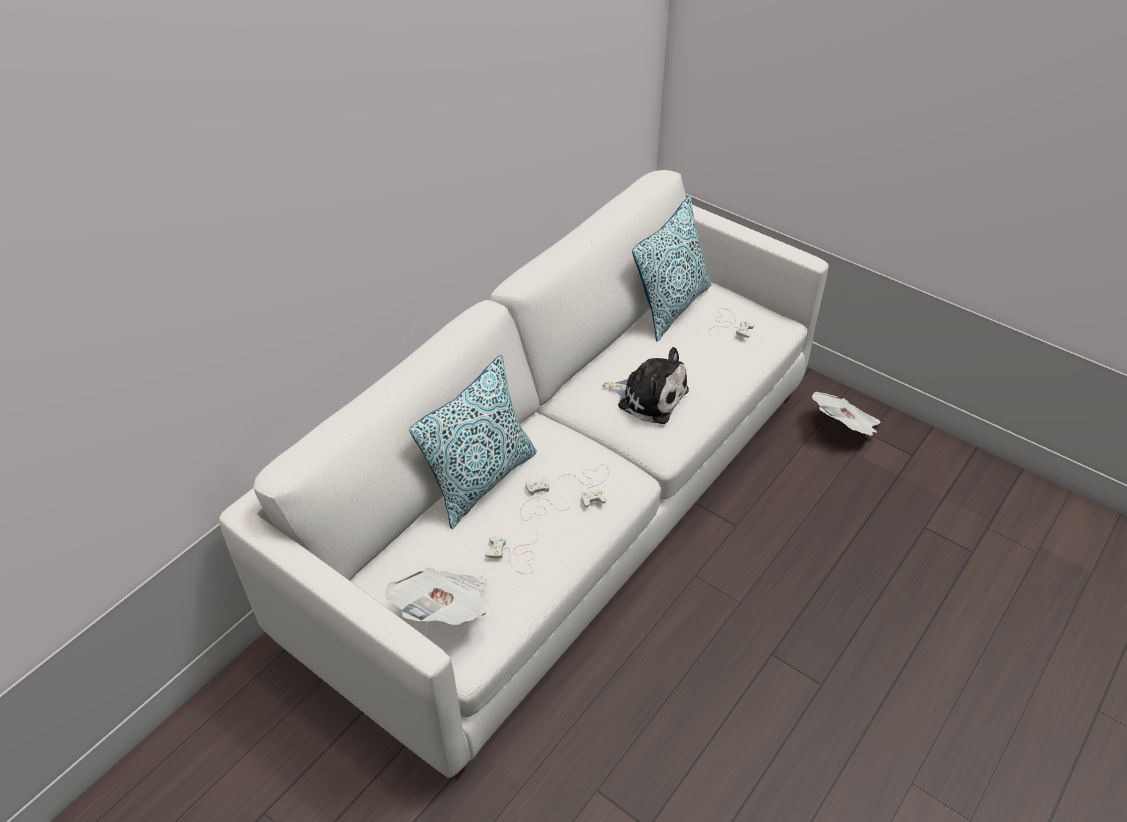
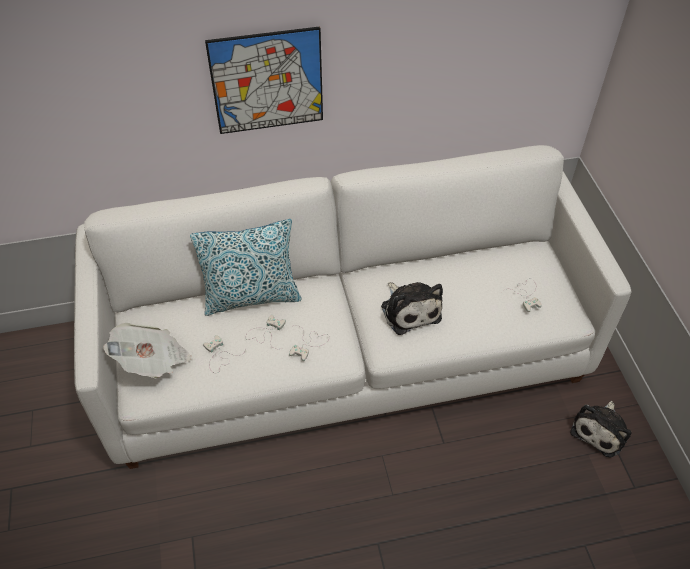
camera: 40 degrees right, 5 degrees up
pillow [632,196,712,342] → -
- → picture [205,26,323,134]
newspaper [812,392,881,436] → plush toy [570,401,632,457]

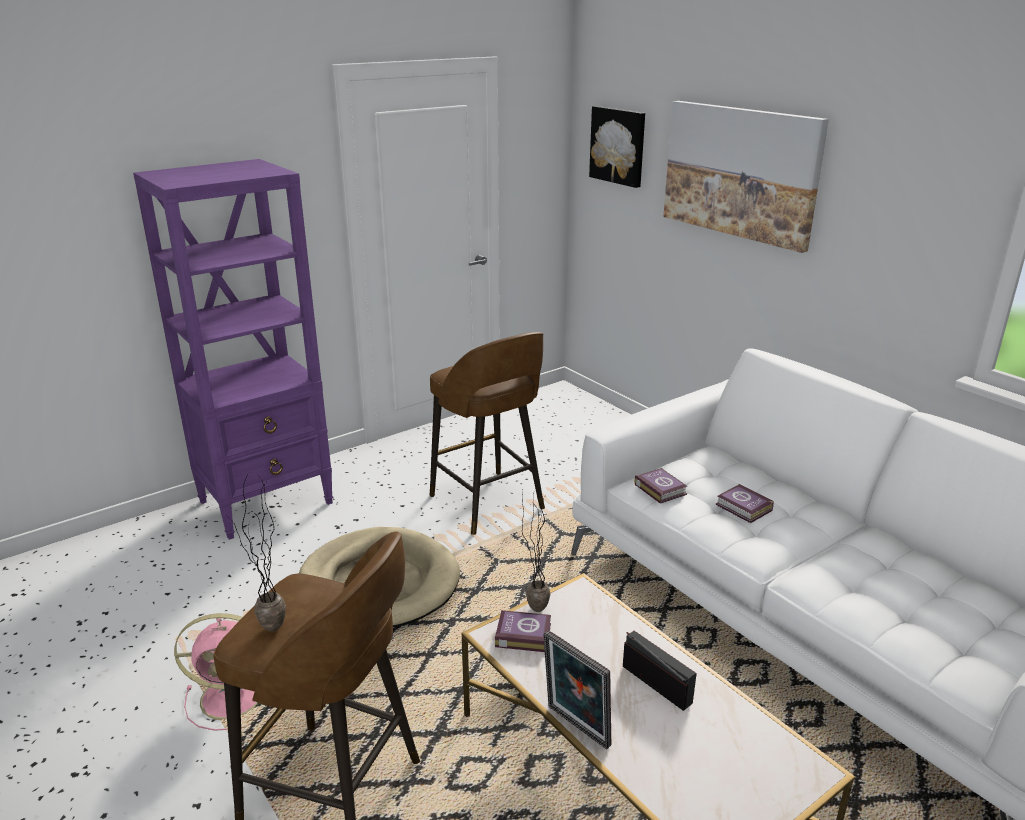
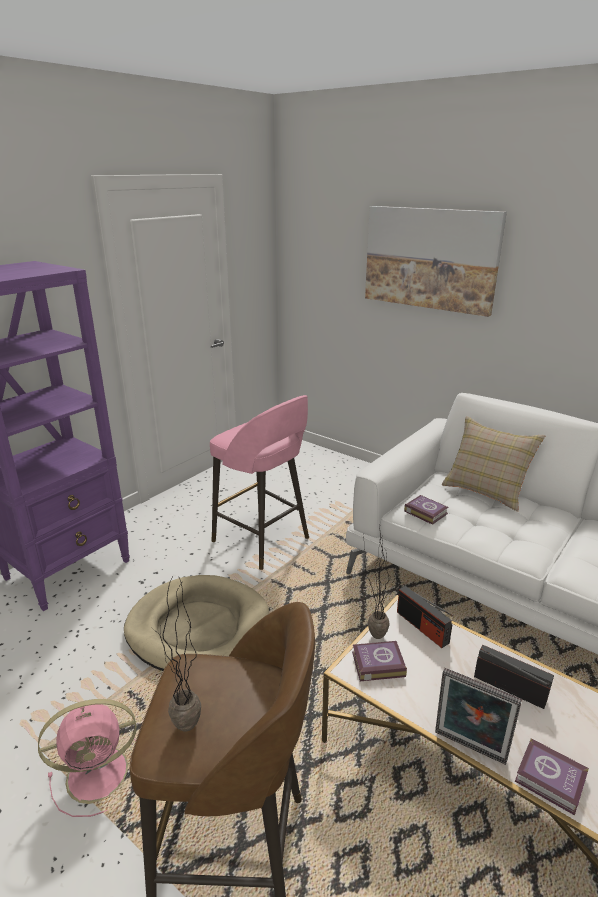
camera: 15 degrees left, 0 degrees up
picture [589,106,645,188] → -
- → radio [397,586,453,648]
- → beige pillow [442,416,545,511]
book [716,484,774,523] → book [515,738,589,815], shifted
brown stool [430,332,545,535] → pink stool [210,395,309,570]

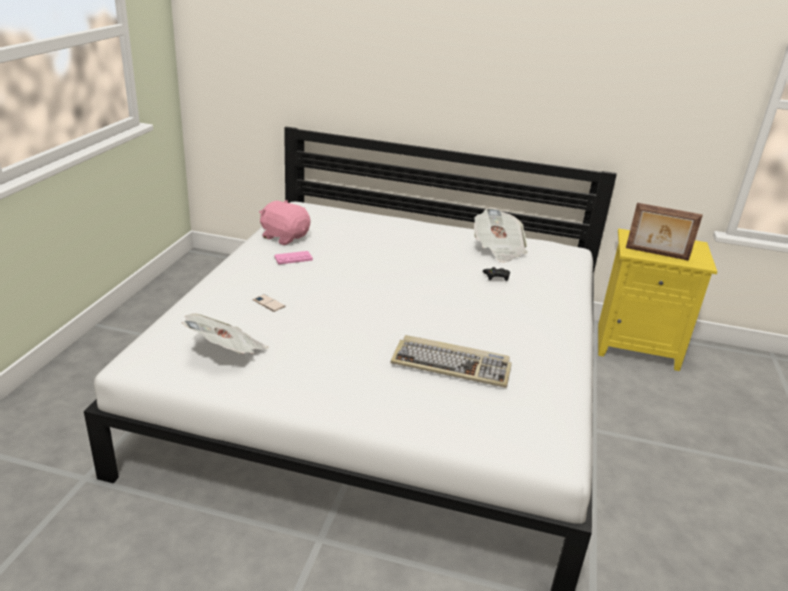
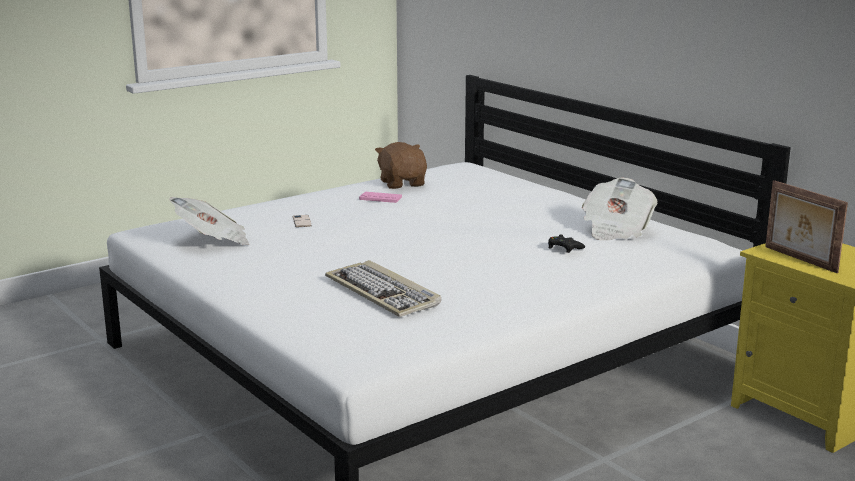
camera: 40 degrees right, 10 degrees down
pink plush toy [259,200,310,245] → brown plush toy [375,142,427,189]

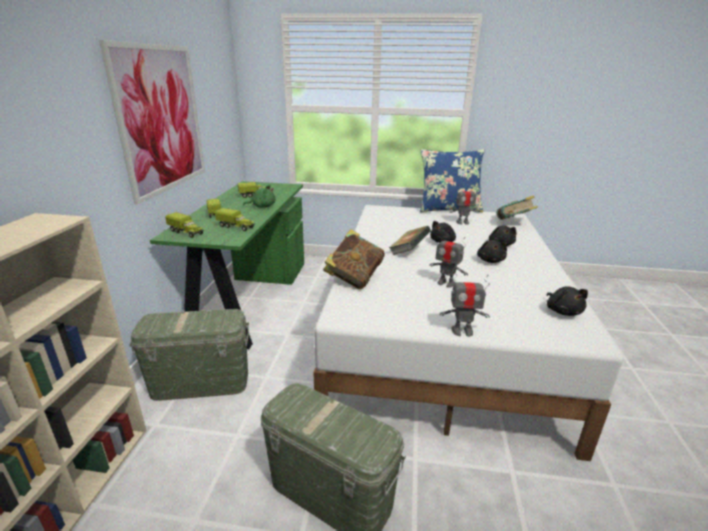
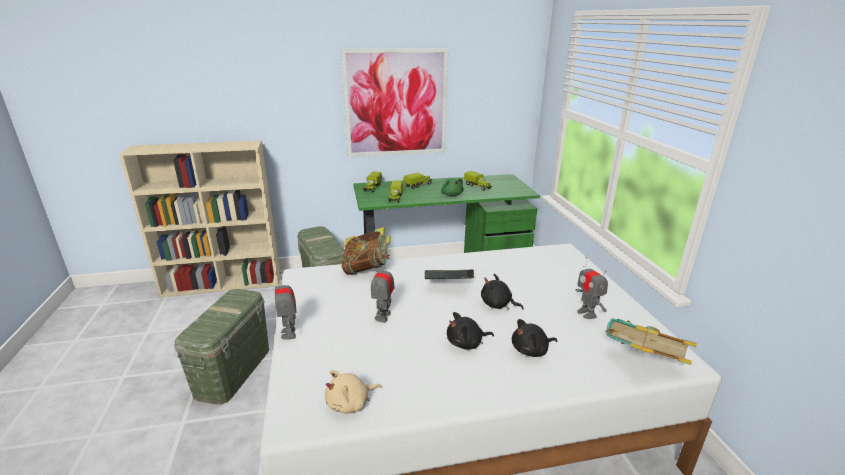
camera: 70 degrees right, 0 degrees up
blue pillow [420,149,485,212] → -
black plush toy [547,286,588,316] → beige plush toy [325,370,382,413]

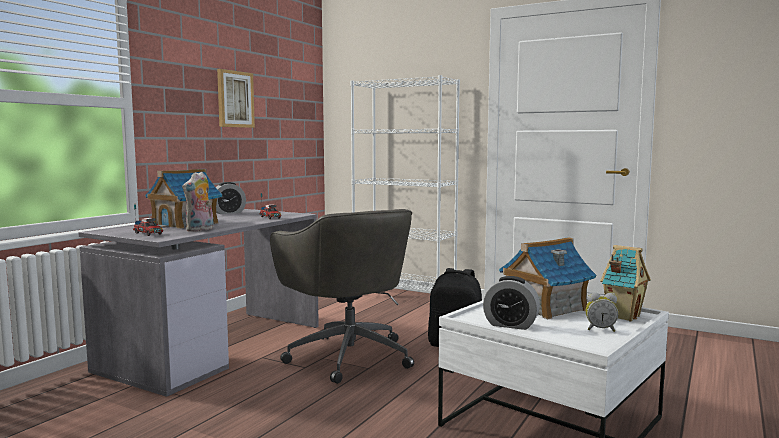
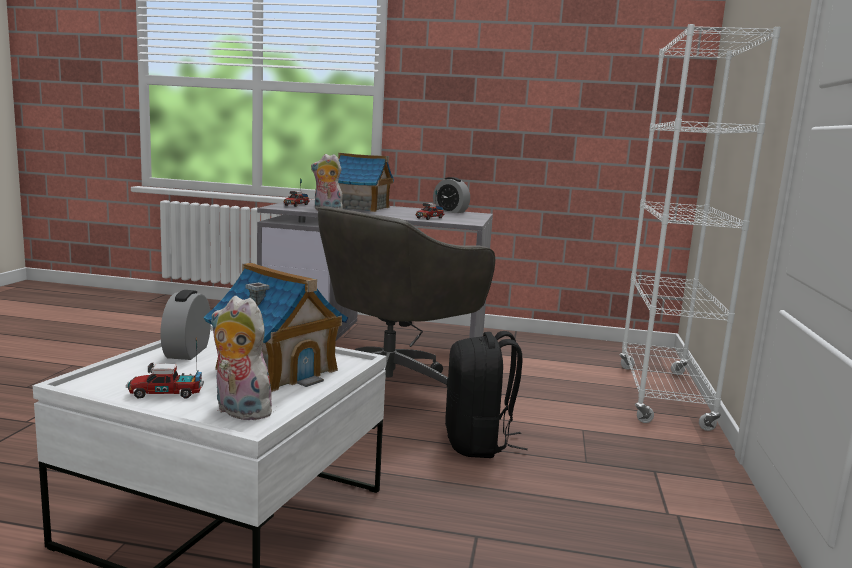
camera: 70 degrees right, 5 degrees up
picture [217,69,255,128] → -
alarm clock [586,292,618,332] → toy truck [126,338,204,399]
toy house [600,245,651,321] → plush toy [211,296,279,421]

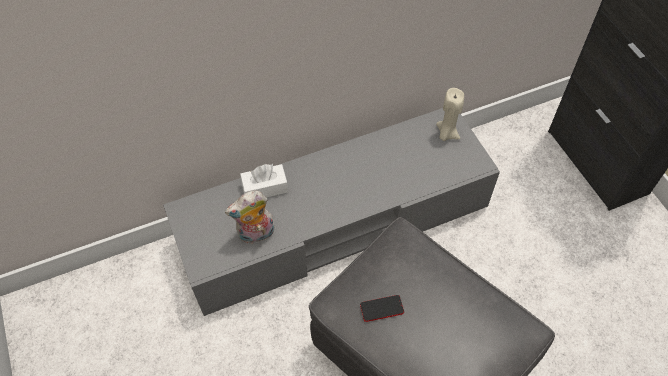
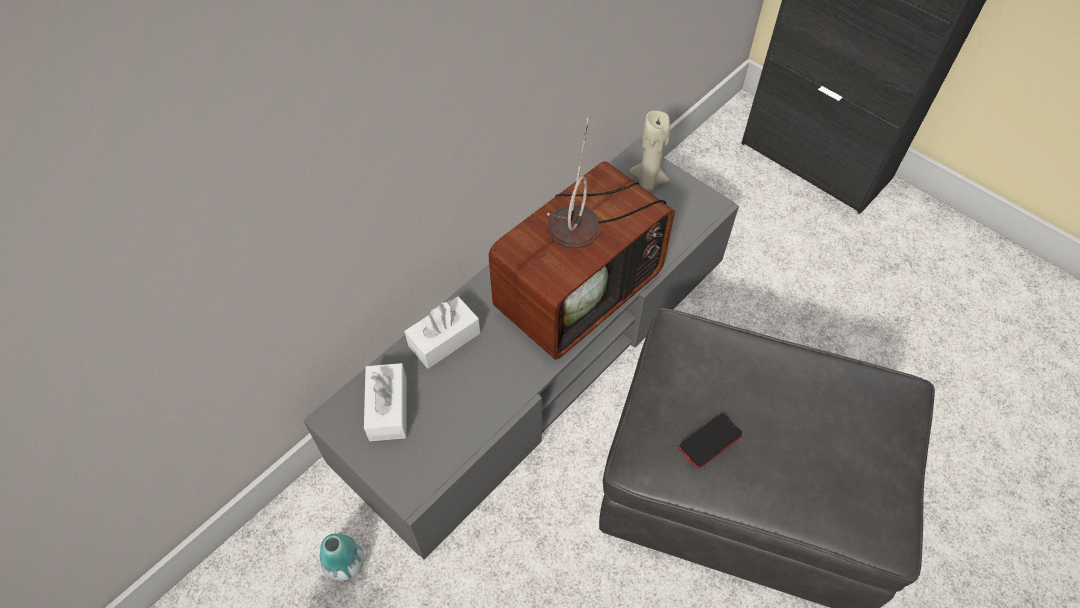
camera: 25 degrees left, 0 degrees up
plush toy [225,190,274,244] → -
- → vase [320,533,364,581]
- → white tissue box [364,363,407,441]
- → television [489,117,675,360]

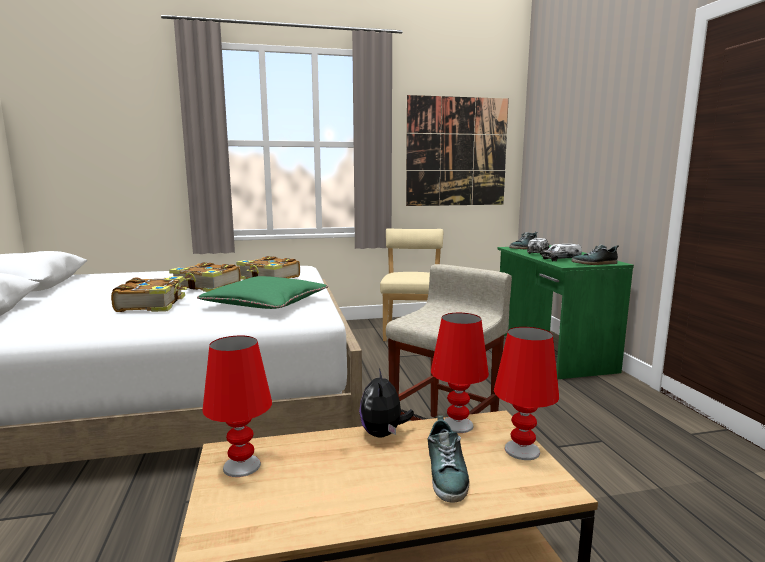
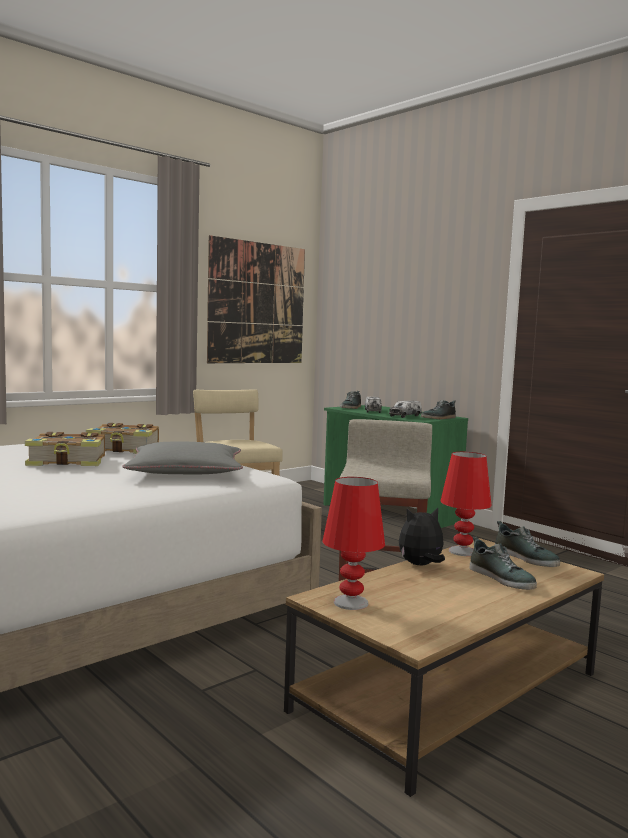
camera: 30 degrees left, 5 degrees down
book [111,276,187,312] → -
red table lamp [494,327,559,460] → shoe [495,521,560,567]
green pillow [197,276,328,309] → grey pillow [123,441,243,474]
plush toy [359,369,414,438] → plush toy [399,508,445,565], 105 degrees clockwise

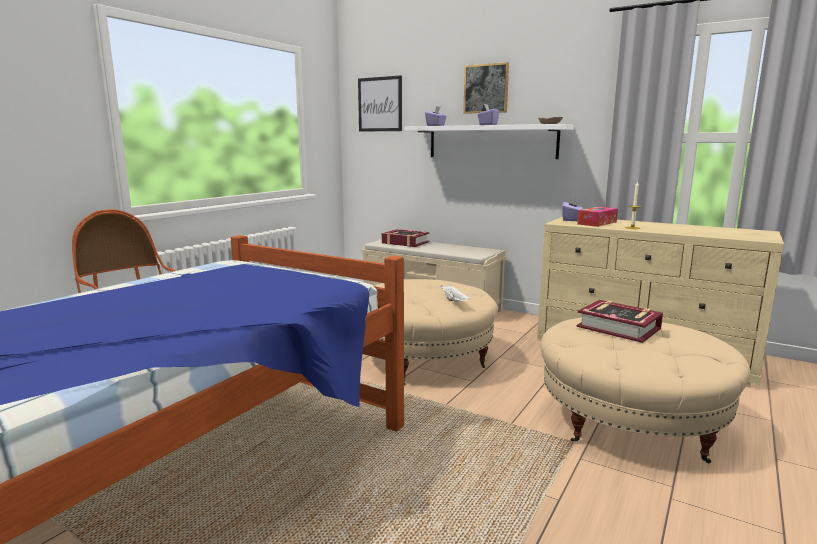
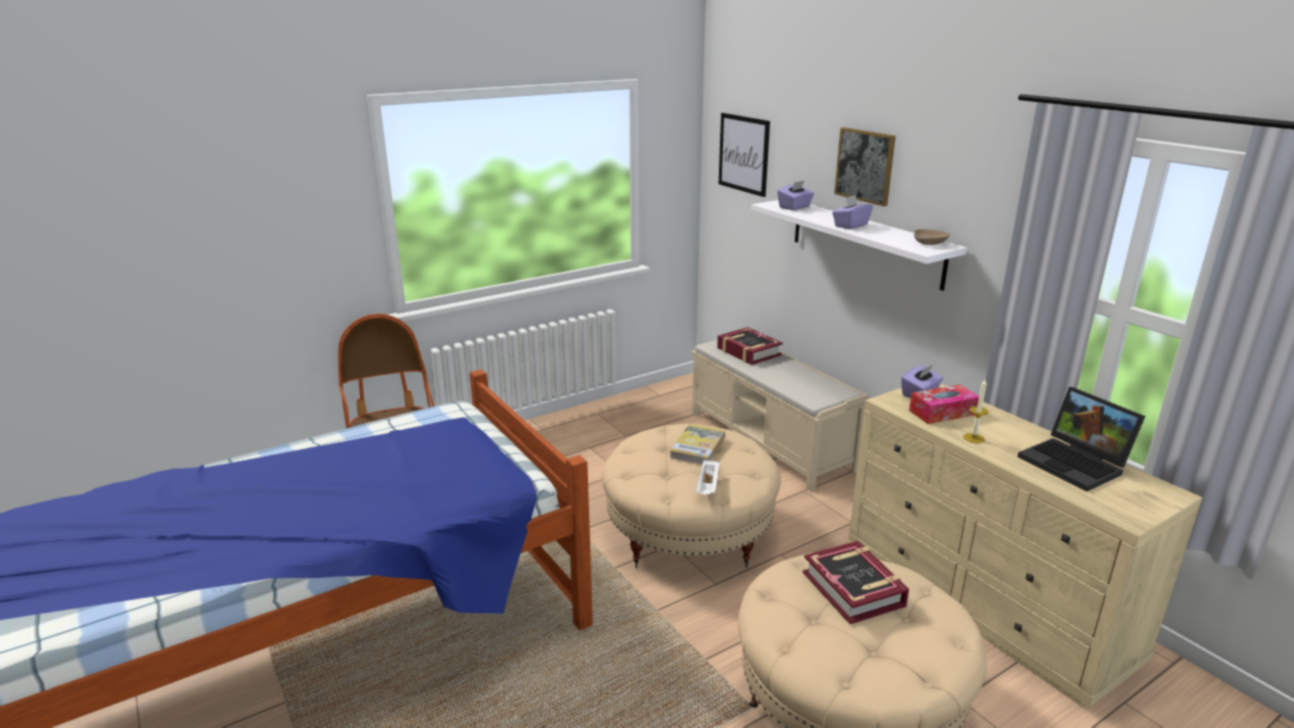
camera: 25 degrees right, 10 degrees up
- → book [670,424,725,464]
- → laptop [1017,387,1145,491]

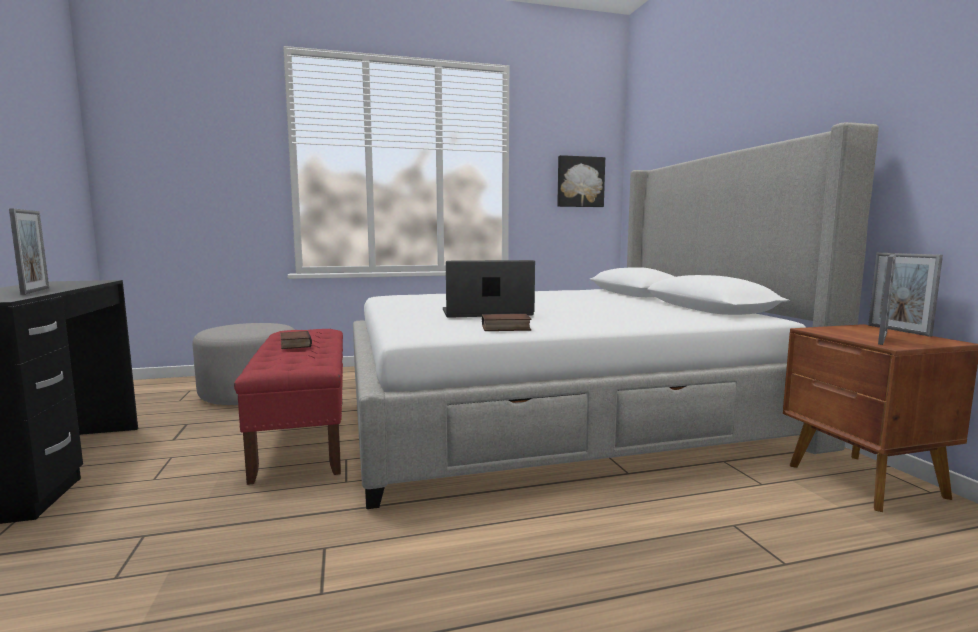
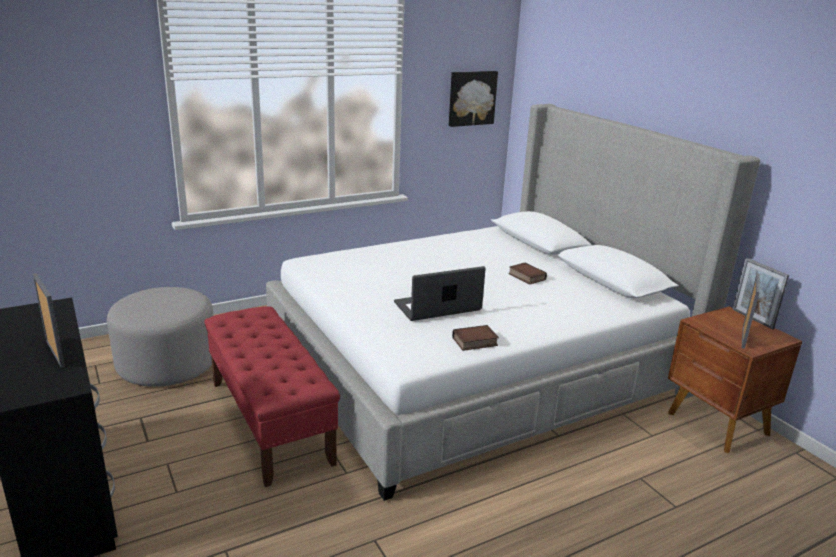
camera: 15 degrees left, 15 degrees up
book [280,331,312,349] → book [508,263,547,284], shifted

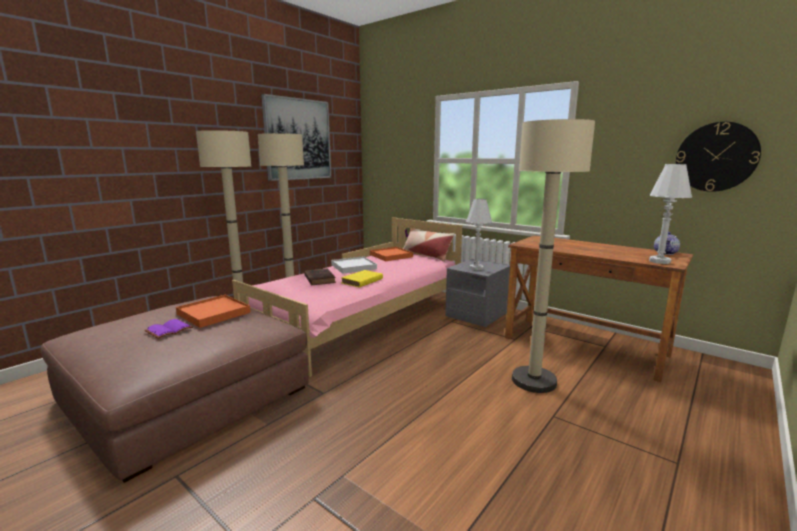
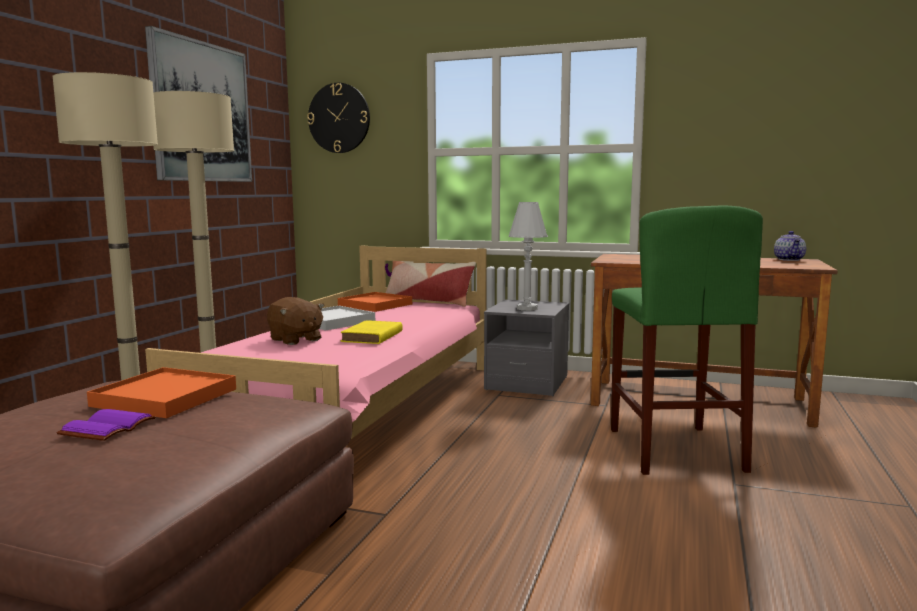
camera: 20 degrees left, 5 degrees down
white table lamp [649,164,692,264] → -
wall clock [676,122,761,192] → wall clock [307,83,370,153], shifted
brown book [304,268,336,285] → brown plush toy [267,297,325,345]
beige floor lamp [512,119,595,393] → green stool [611,205,763,475]

